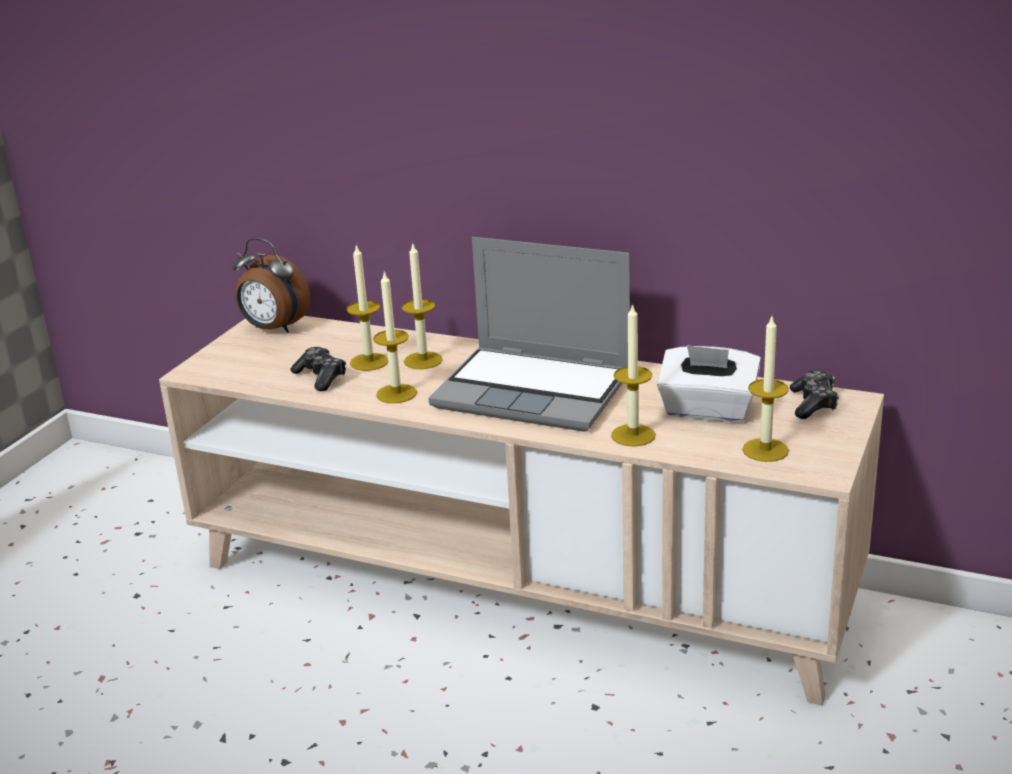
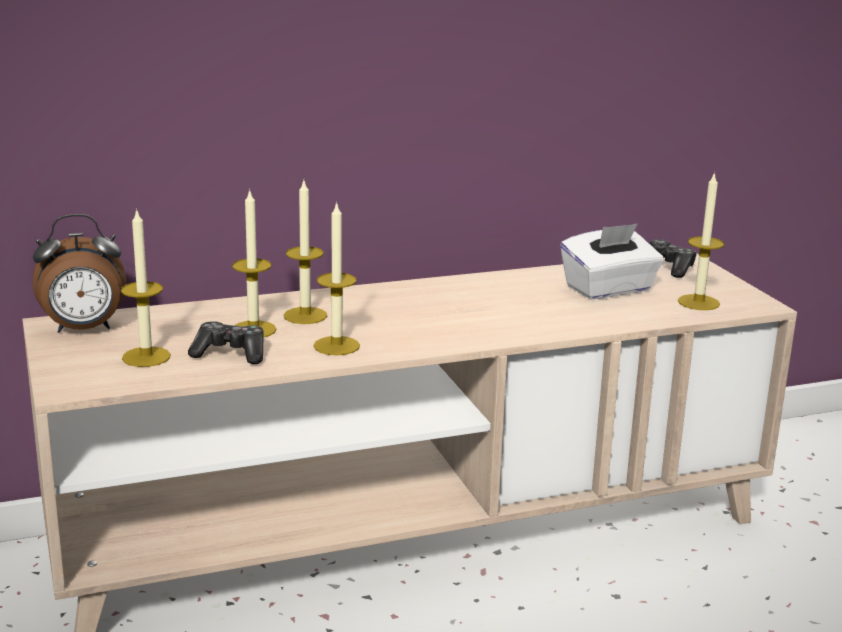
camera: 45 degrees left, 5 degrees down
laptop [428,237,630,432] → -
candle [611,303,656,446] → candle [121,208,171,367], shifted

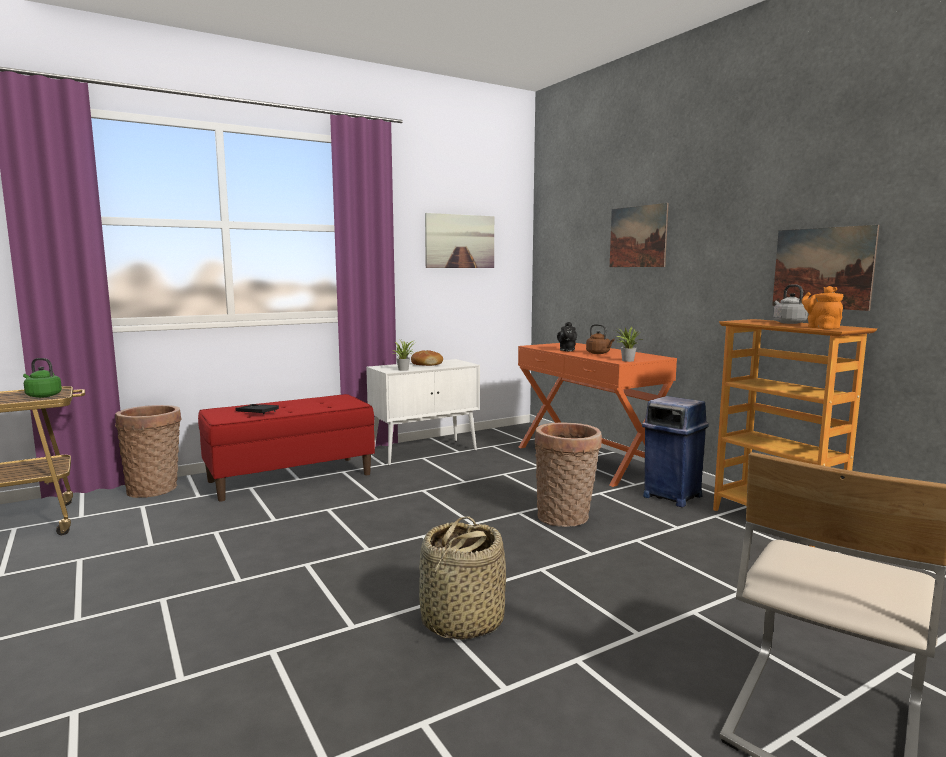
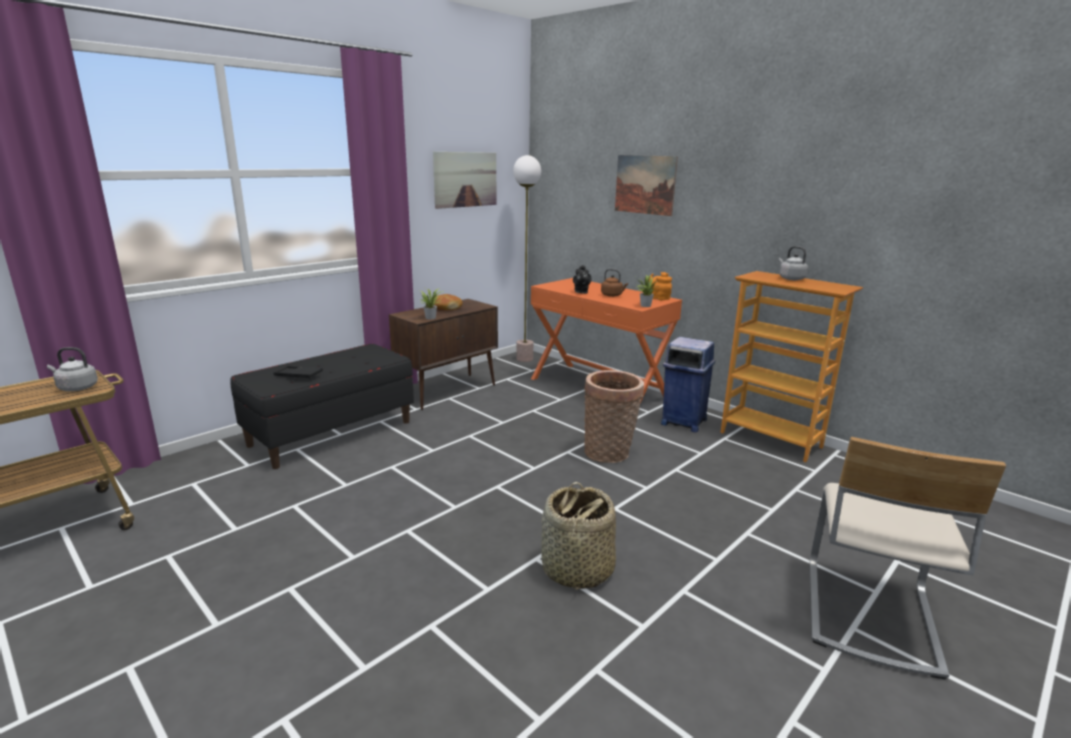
camera: 15 degrees left, 10 degrees up
basket [115,405,182,498] → -
picture [772,225,879,311] → -
- → floor lamp [513,155,541,362]
orange teapot [802,286,843,329] → orange teapot [649,272,672,300], shifted
green kettle [23,358,62,398] → grey kettle [47,347,98,391]
red bench [198,394,375,501] → black bench [230,344,414,469]
white cabinet [366,359,480,466] → brown cabinet [389,299,498,410]

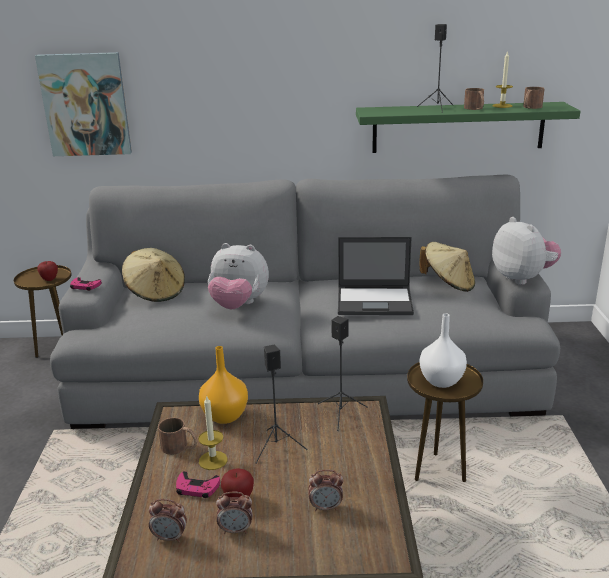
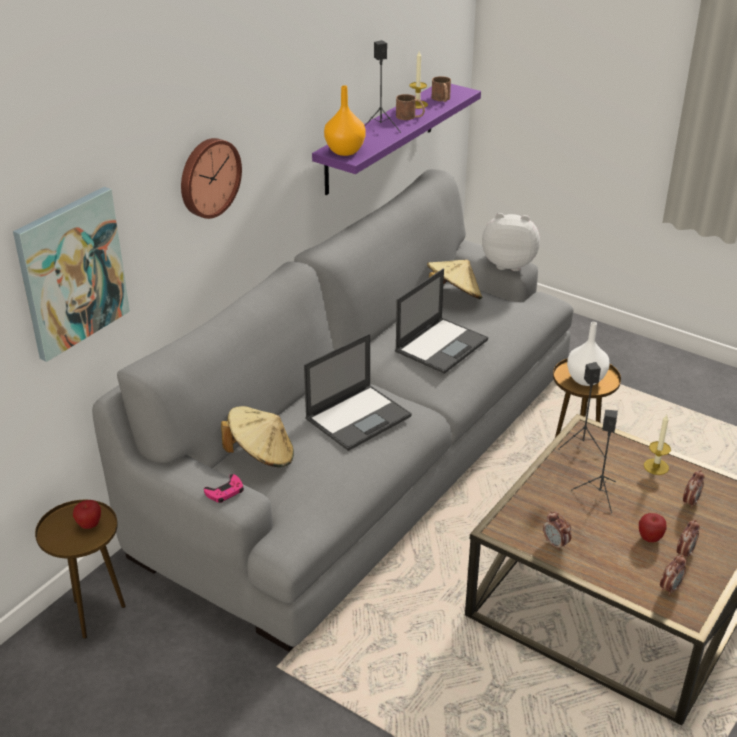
camera: 55 degrees left, 10 degrees up
pink game controller [176,471,220,498] → -
- → wall clock [181,138,242,219]
candle [198,395,228,470] → candle [644,415,671,475], shifted
orange vase [199,346,248,424] → orange vase [324,85,366,156], shifted
brown mug [158,418,198,455] → alarm clock [543,511,572,551]
plush toy [208,243,269,310] → laptop [304,333,412,451]
green shelf [356,102,581,153] → purple shelf [312,84,481,195]

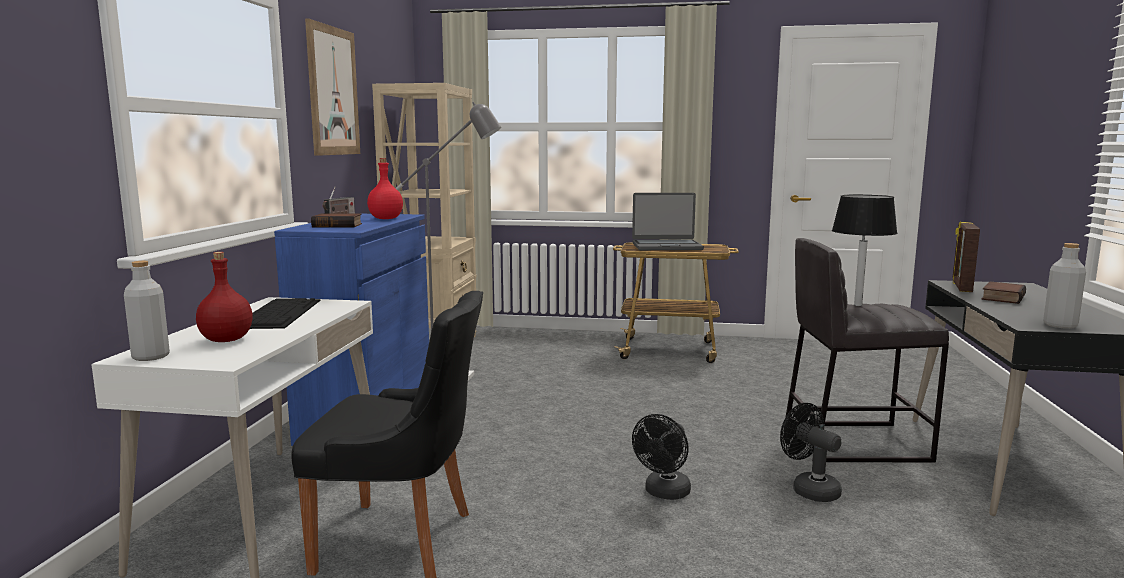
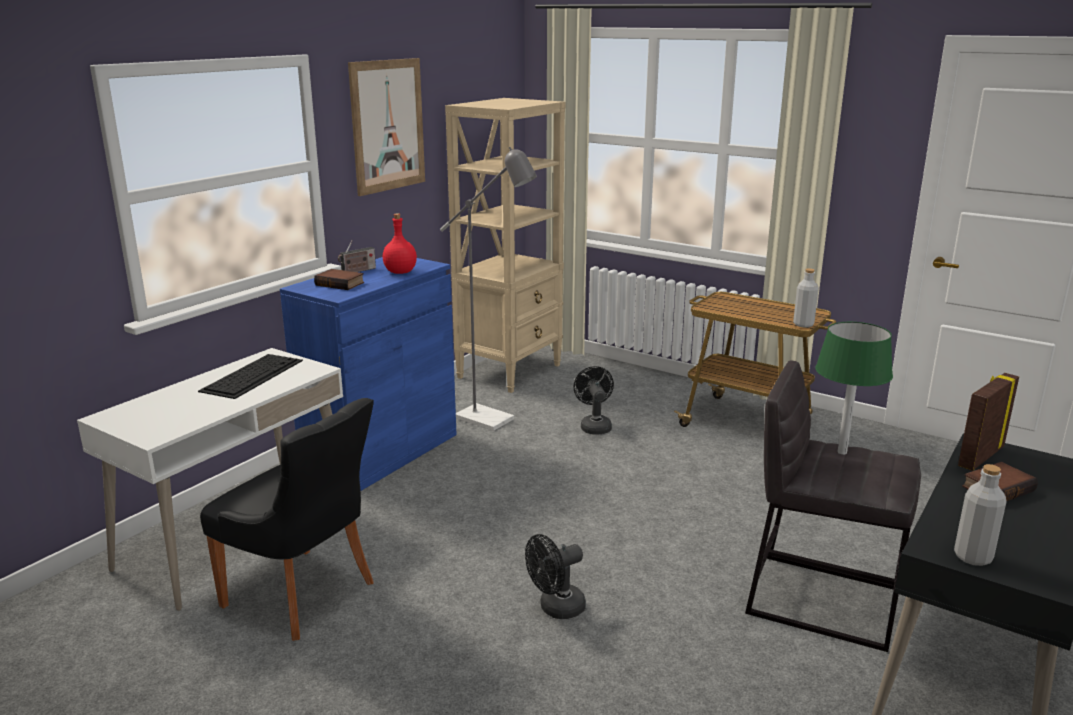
camera: 25 degrees right, 10 degrees up
red bottle [196,252,253,342] → -
laptop [632,193,704,250] → -
grey bottle [124,261,170,361] → grey bottle [793,268,819,328], shifted
black fan [780,403,842,502] → black fan [573,366,614,435], shifted
black table lamp [832,194,898,306] → green table lamp [815,322,893,455]

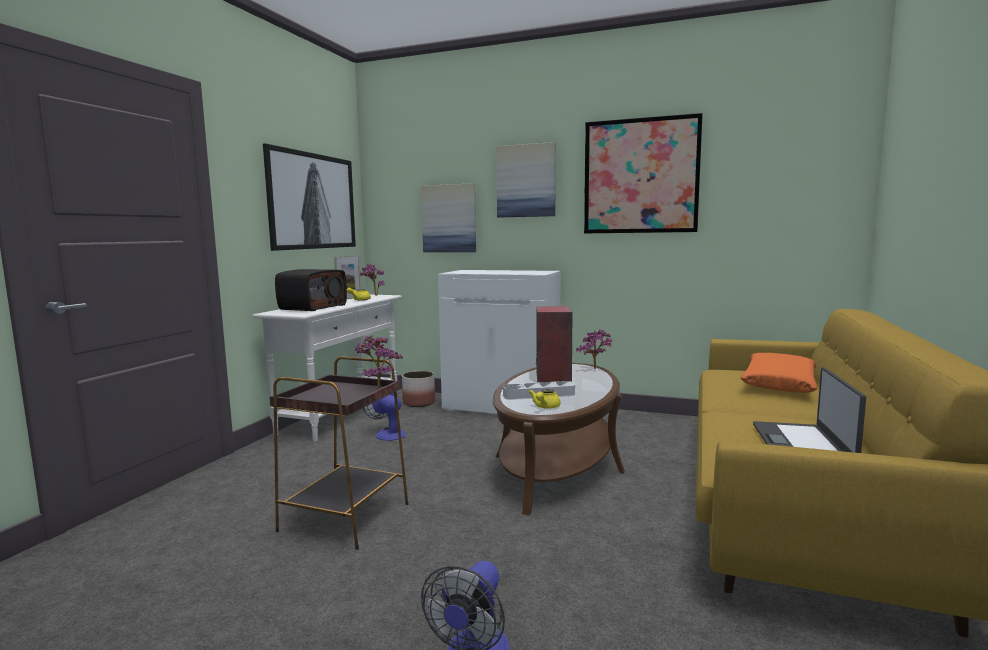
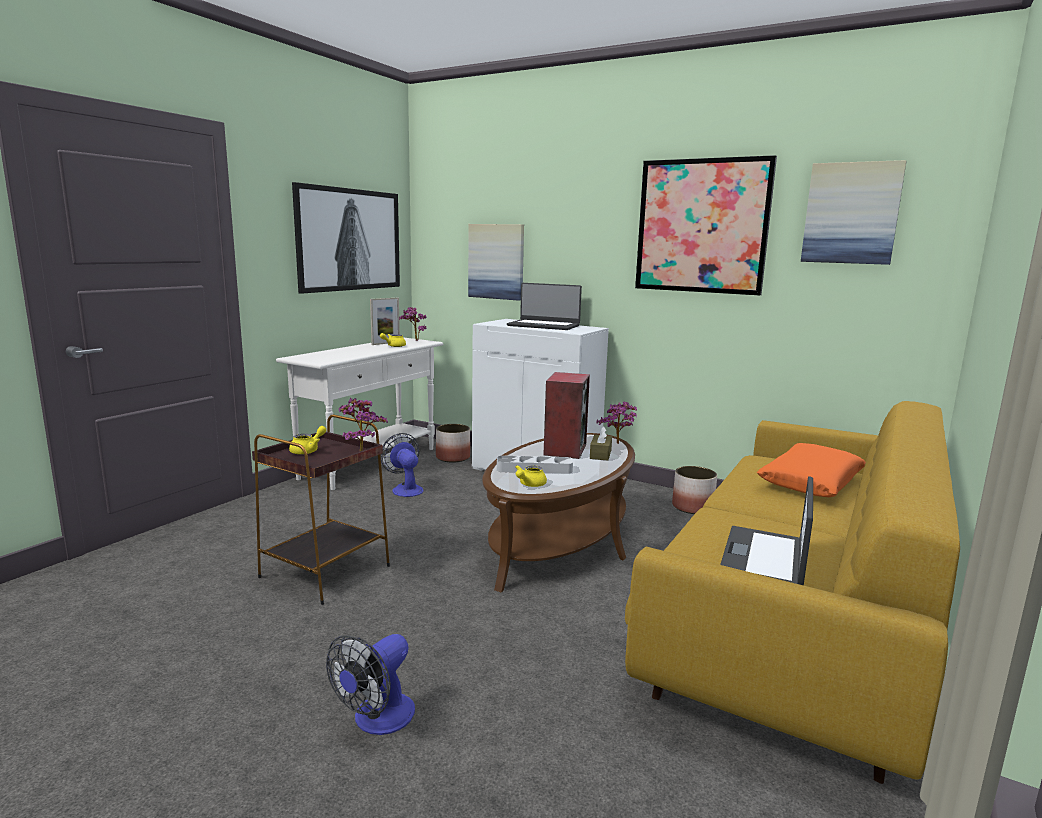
camera: 10 degrees right, 5 degrees up
radio [275,269,347,311] → -
- → yellow teapot [289,426,326,455]
- → laptop [507,283,582,330]
- → brown tissue box [590,426,612,461]
- → planter [672,466,717,514]
picture [496,142,556,217] → picture [801,160,907,265], shifted

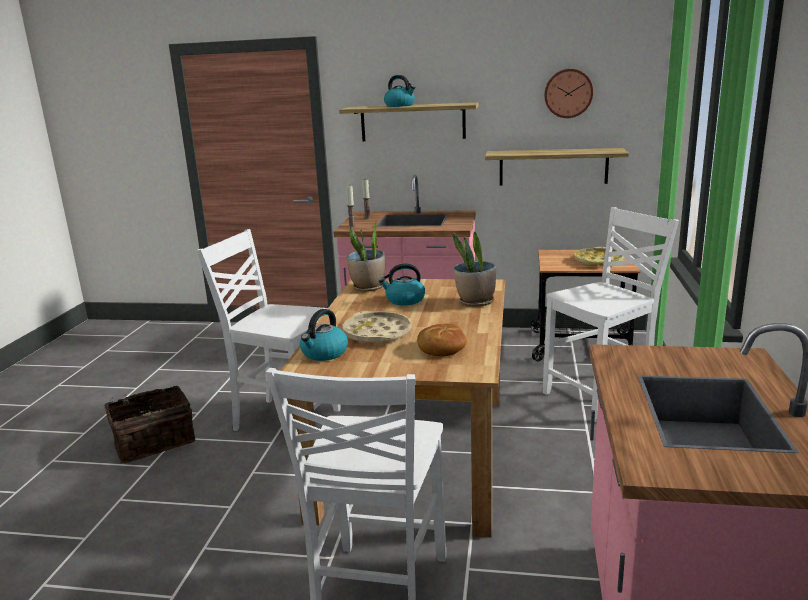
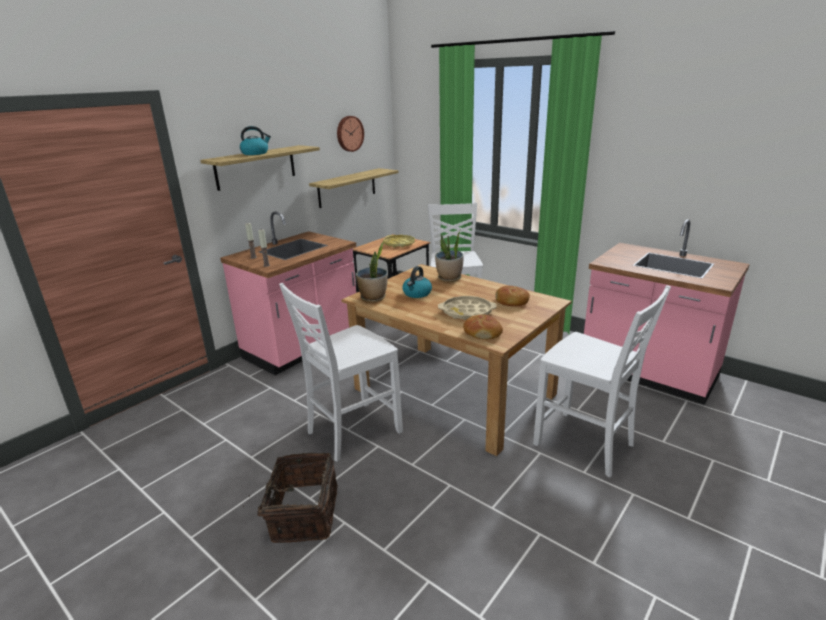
camera: 60 degrees left, 5 degrees up
kettle [300,309,348,361] → bread [463,314,503,340]

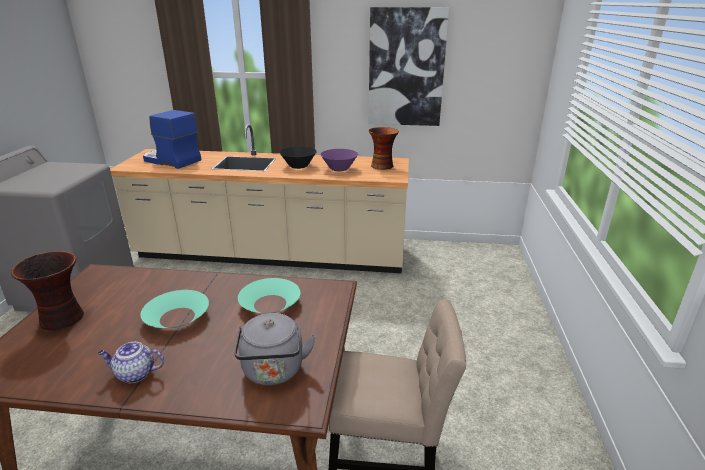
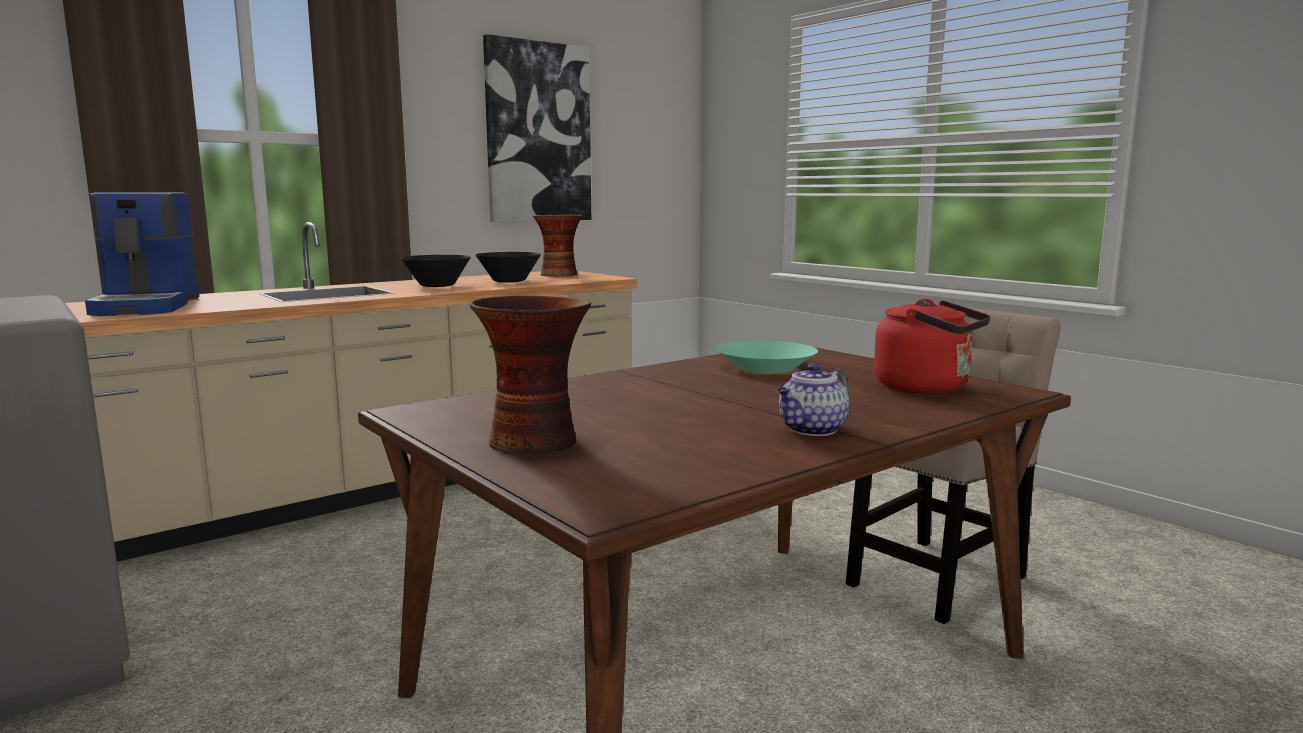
camera: 45 degrees left, 15 degrees down
turquoise bowl [141,290,209,328] → -
grey kettle [234,313,316,386] → red kettle [874,298,990,394]
purple bowl [320,149,358,171] → black bowl [475,252,541,283]
coffee machine [143,110,201,169] → coffee machine [85,192,200,316], 90 degrees counterclockwise

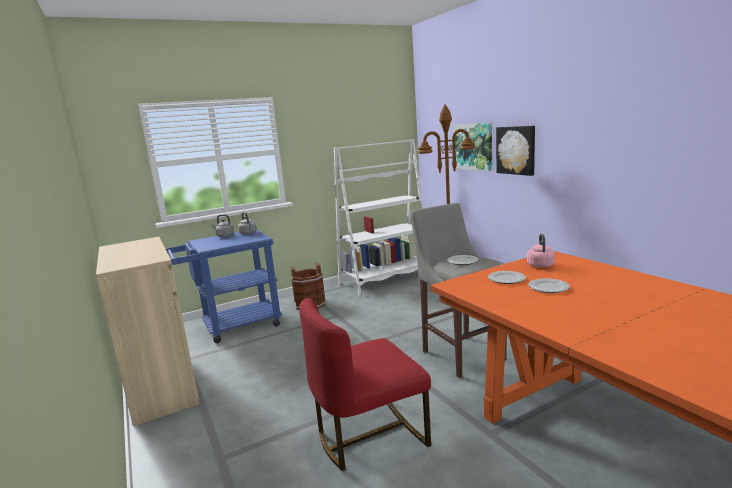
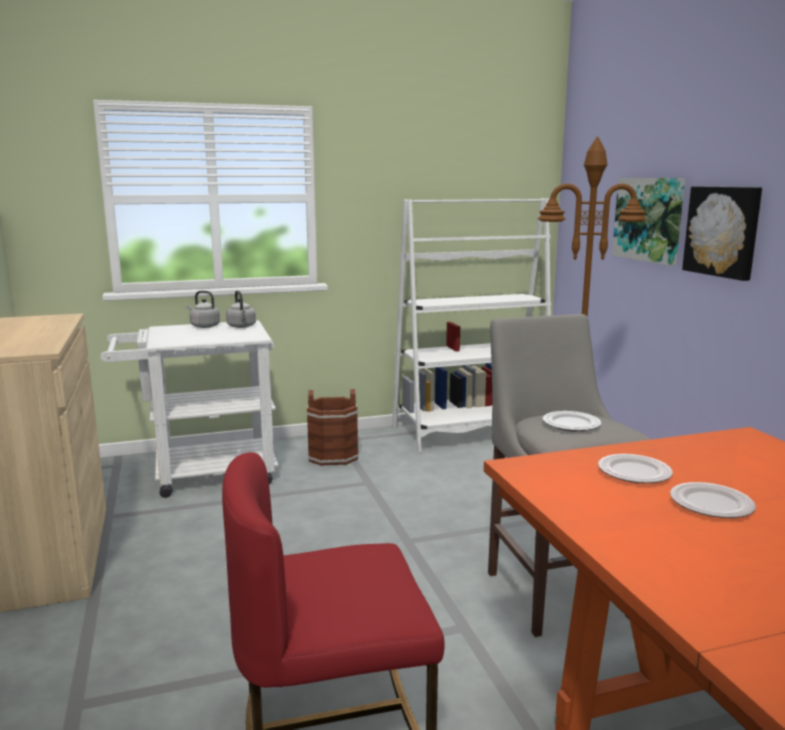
camera: 10 degrees right, 0 degrees up
pink kettle [527,234,555,268] → -
blue cart [166,230,282,343] → white cart [100,320,278,498]

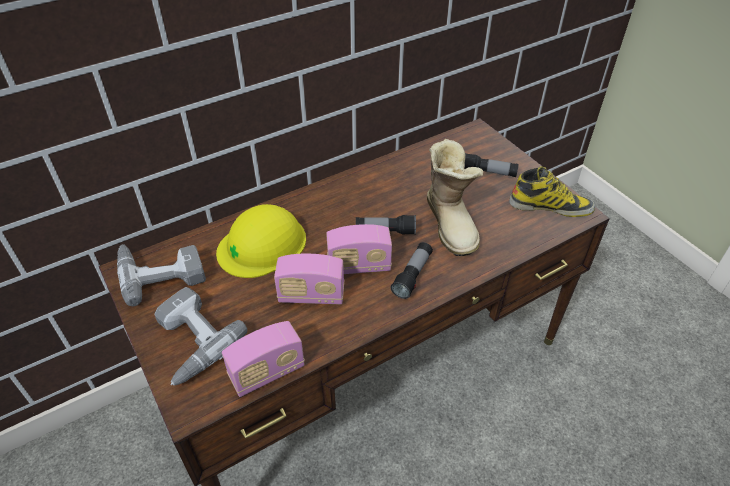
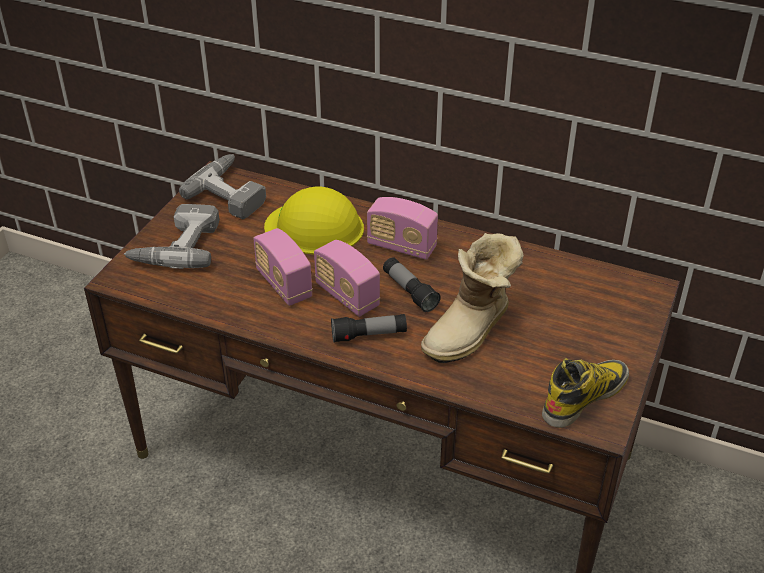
camera: 55 degrees right, 5 degrees down
flashlight [464,153,519,177] → -
radio [222,321,305,397] → radio [367,197,438,260], shifted
boot [509,166,595,217] → boot [542,358,629,428], 105 degrees counterclockwise

